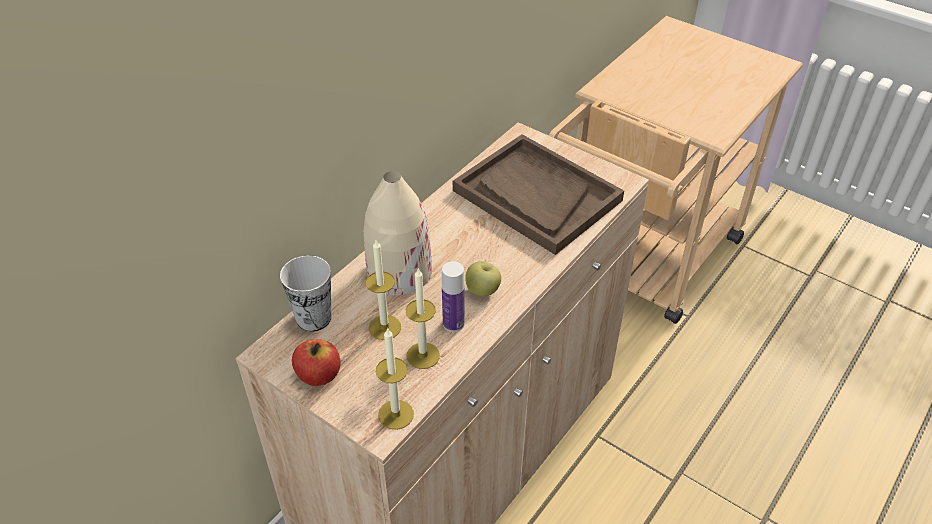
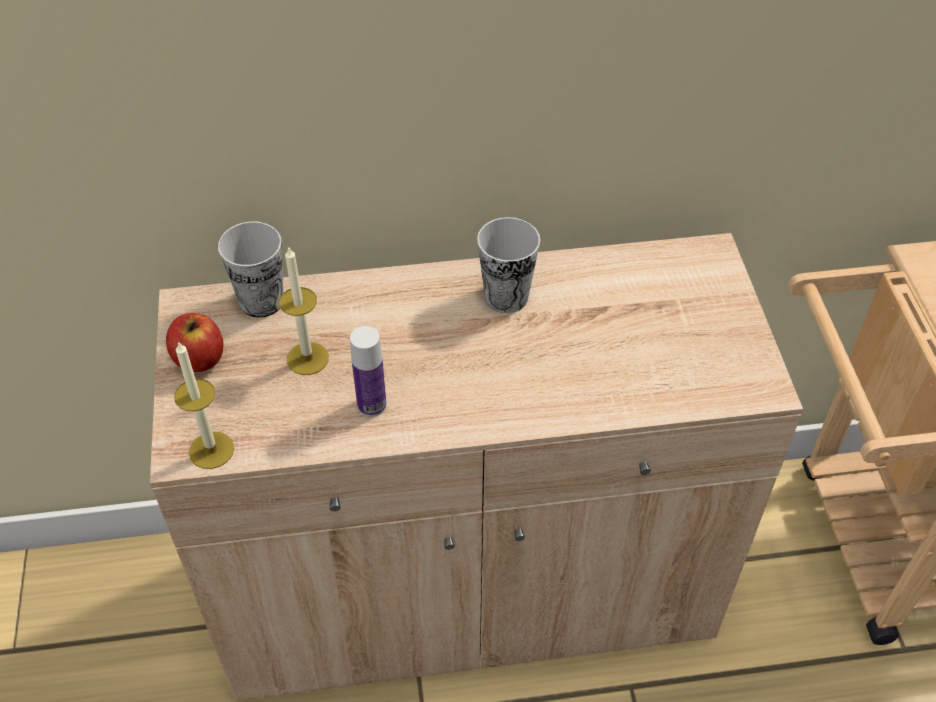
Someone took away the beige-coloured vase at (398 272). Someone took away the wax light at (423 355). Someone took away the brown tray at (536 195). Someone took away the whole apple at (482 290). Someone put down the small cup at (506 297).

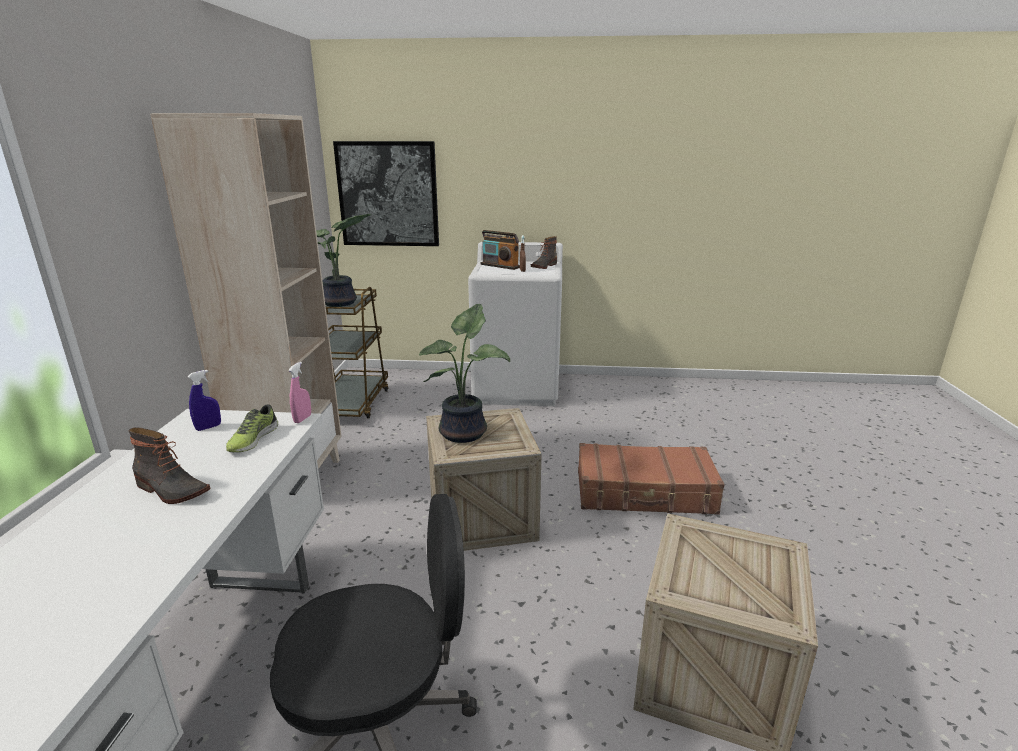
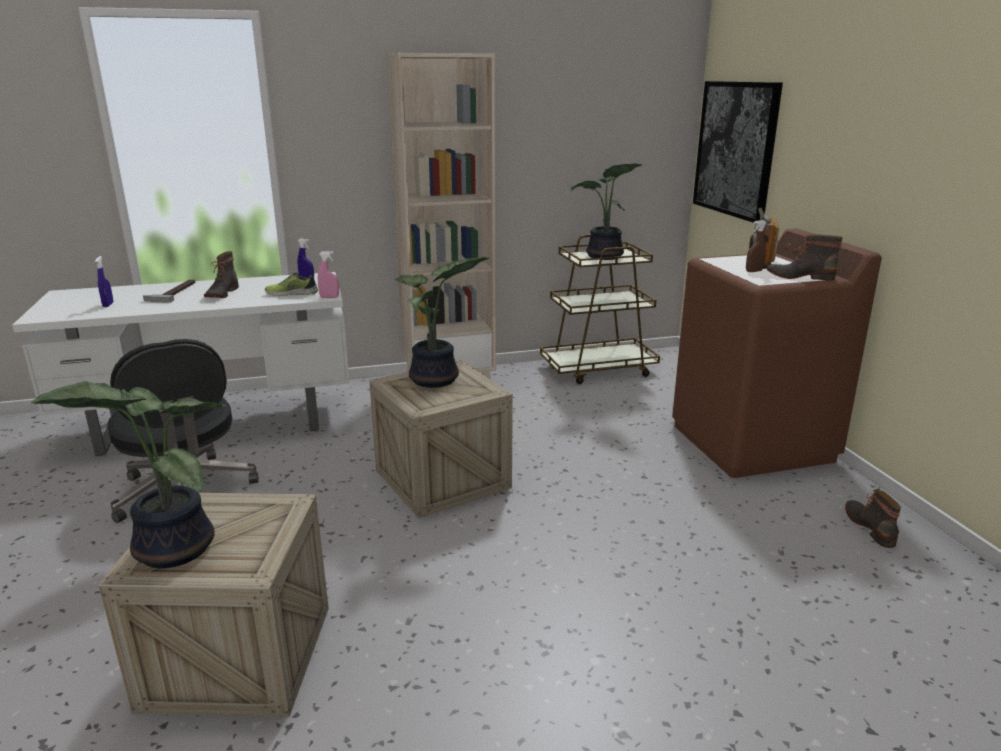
Someone repainted the white laundry machine at (517 388), which became the brown laundry machine at (752 443). Someone took away the brown travel case at (645 493). Someone put down the houseplant at (169 549). Someone put down the bluish sprayer at (108 305). Someone put down the hand hammer at (173 292). Someone put down the boot at (871 527).

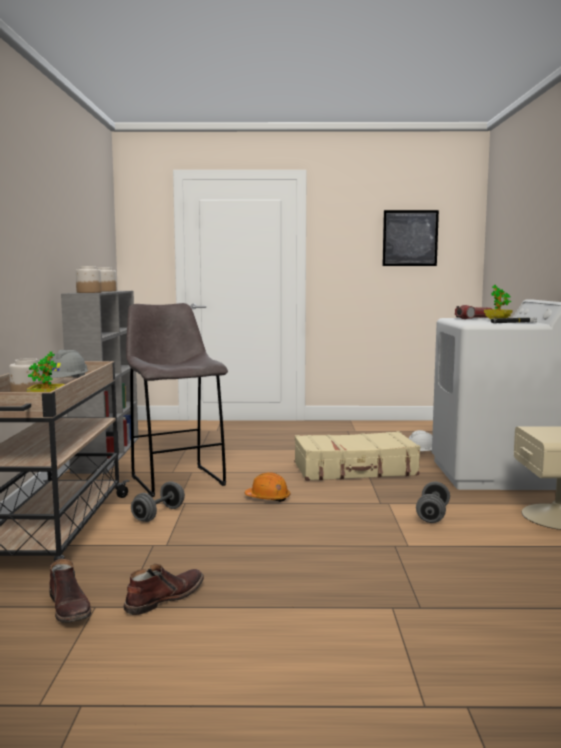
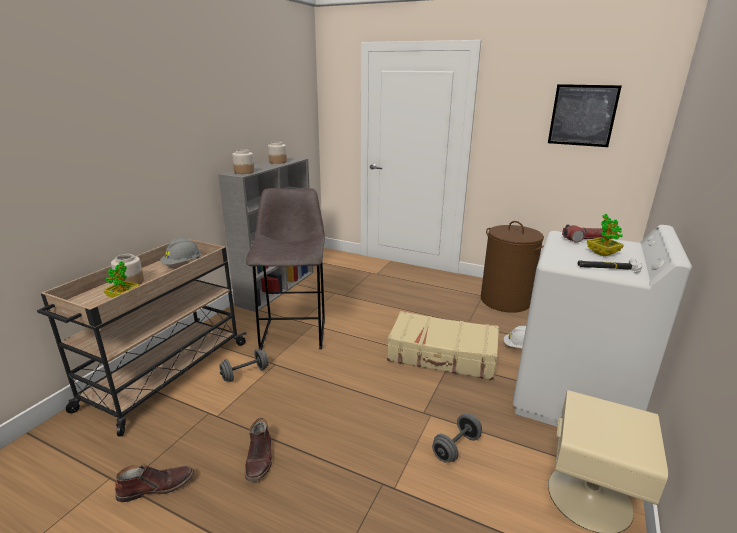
Someone carried the brown boot from (70 608) to (260 458). Someone took away the orangey hard hat at (268 498). Someone put down the brown hamper at (505 301).

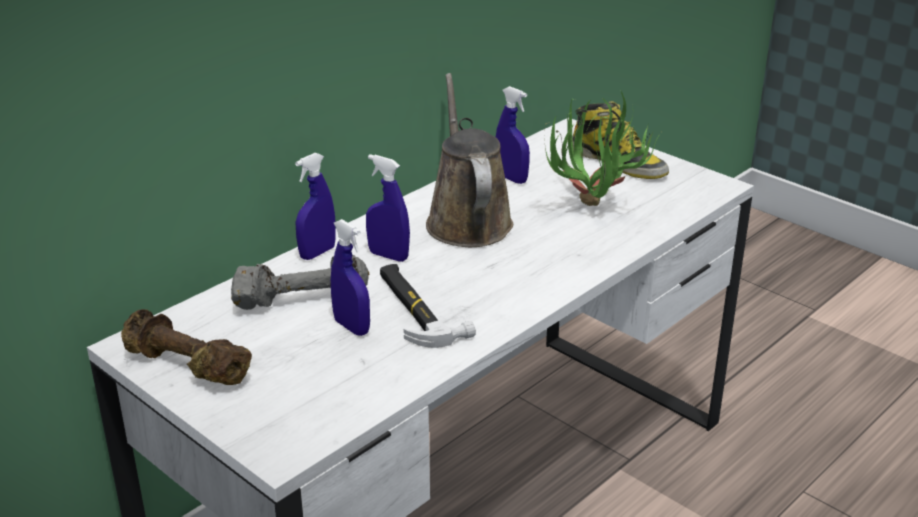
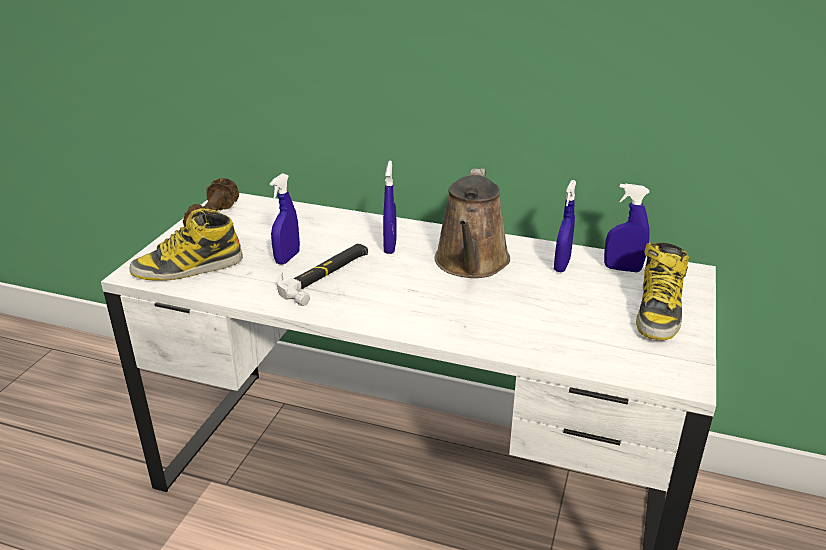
Someone took away the gray dumbbell at (301 299). Someone carried the bluish sprayer from (317 253) to (622 269). Someone rotated the brown watering can at (467 220) by 135 degrees clockwise. Someone took away the houseplant at (593 212). Someone put down the boot at (188 268).

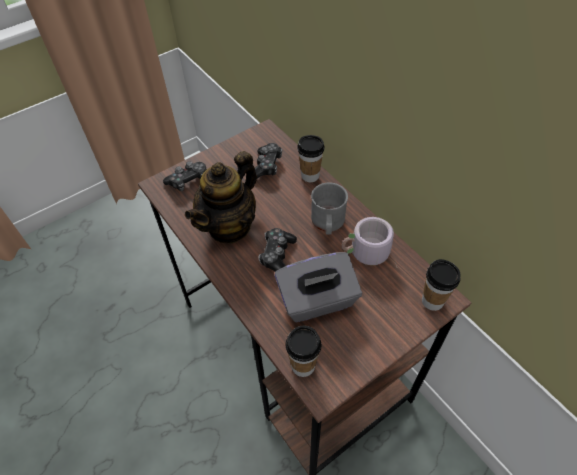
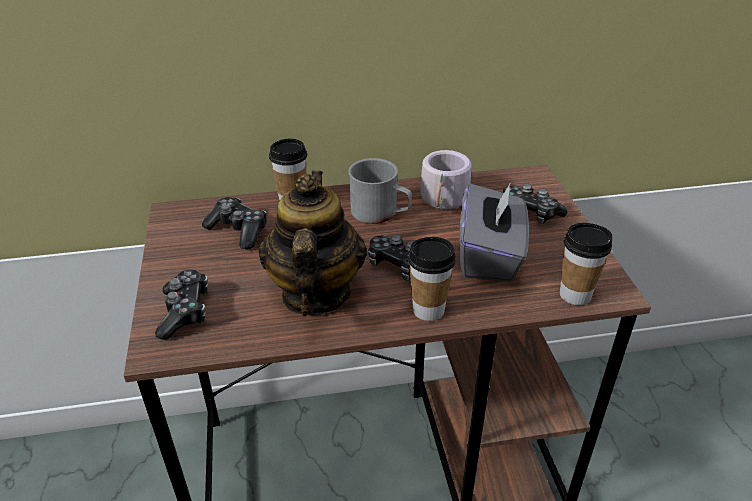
Someone rotated the tea pot at (229 226) by 150 degrees counterclockwise. Someone carried the small cup from (432 301) to (428 310). Someone put down the game controller at (529 213).

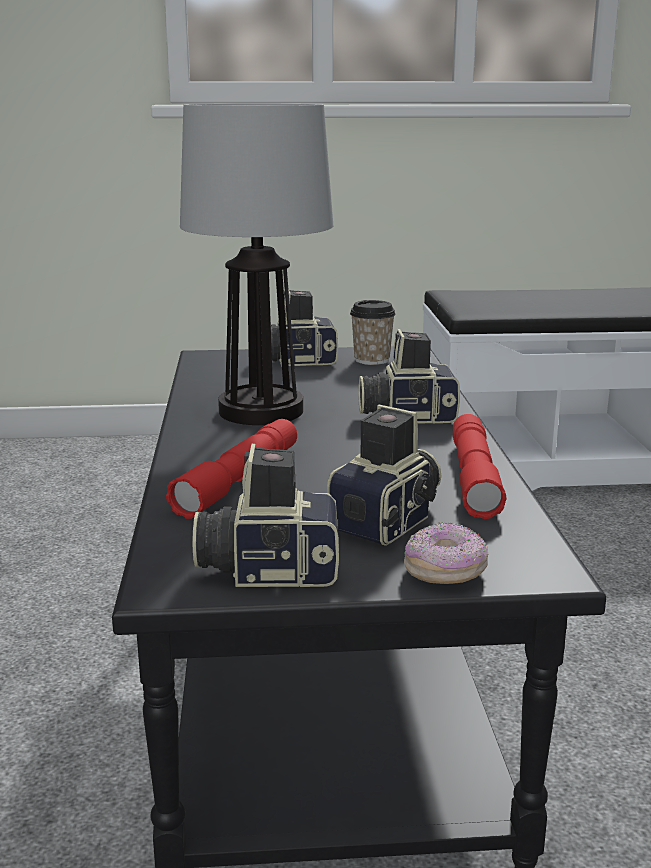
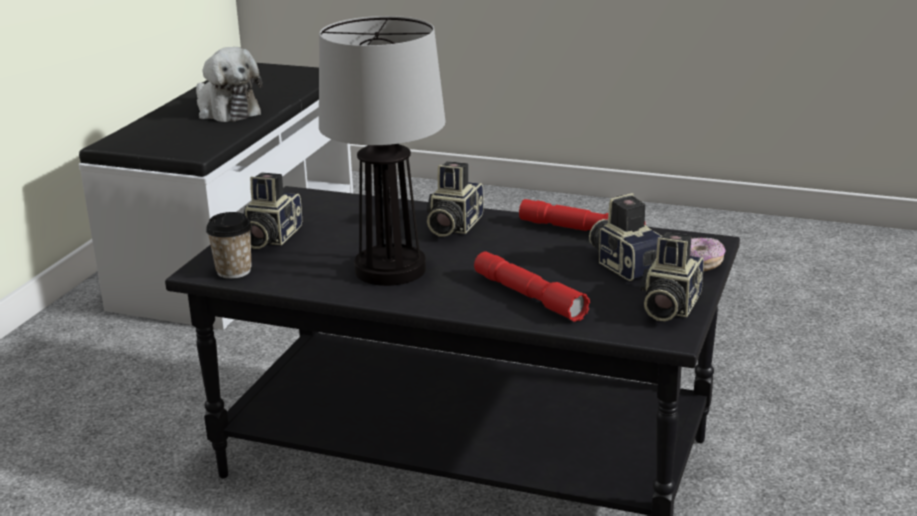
Someone carried the small cup from (371 360) to (234 271). Someone put down the soft toy at (226 110).

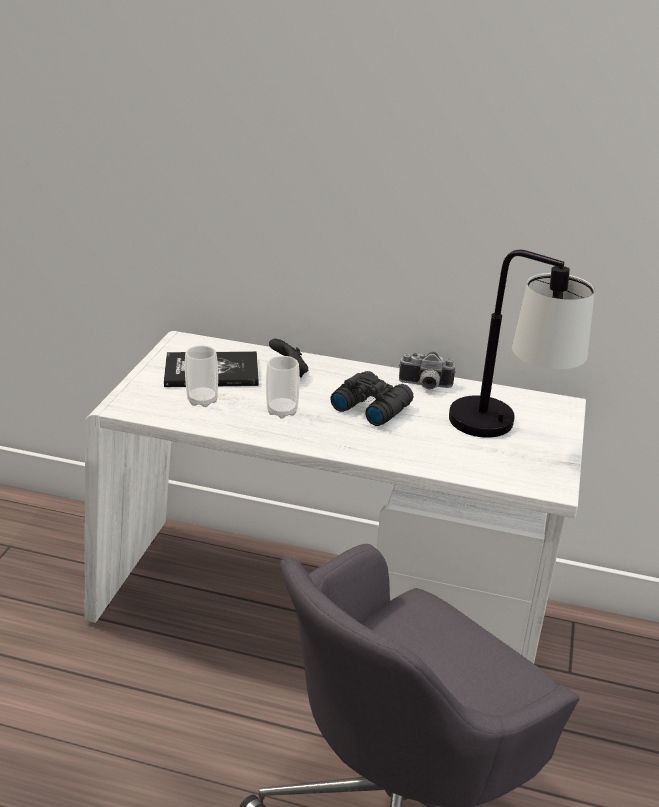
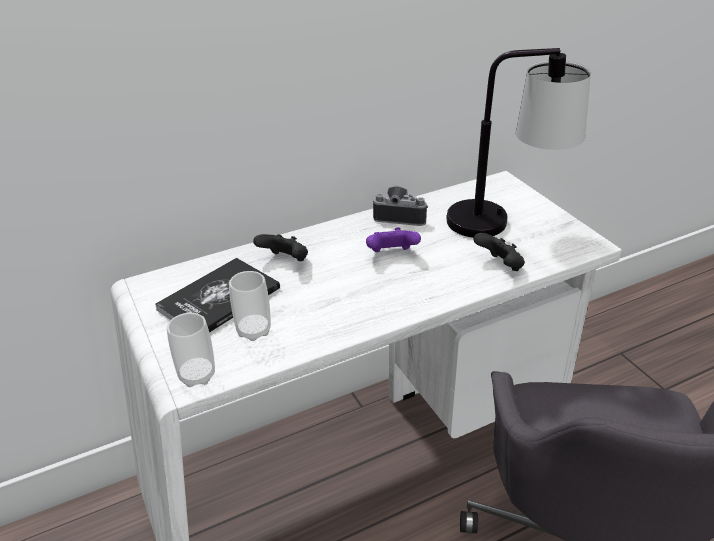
Someone carried the small cup from (282 411) to (197 375). Someone swapped the black-coloured pair of binoculars at (371 406) for the purplish game controller at (391 254). Someone rotated the still camera at (425 386) by 135 degrees counterclockwise. Someone put down the black-coloured game controller at (500 266).

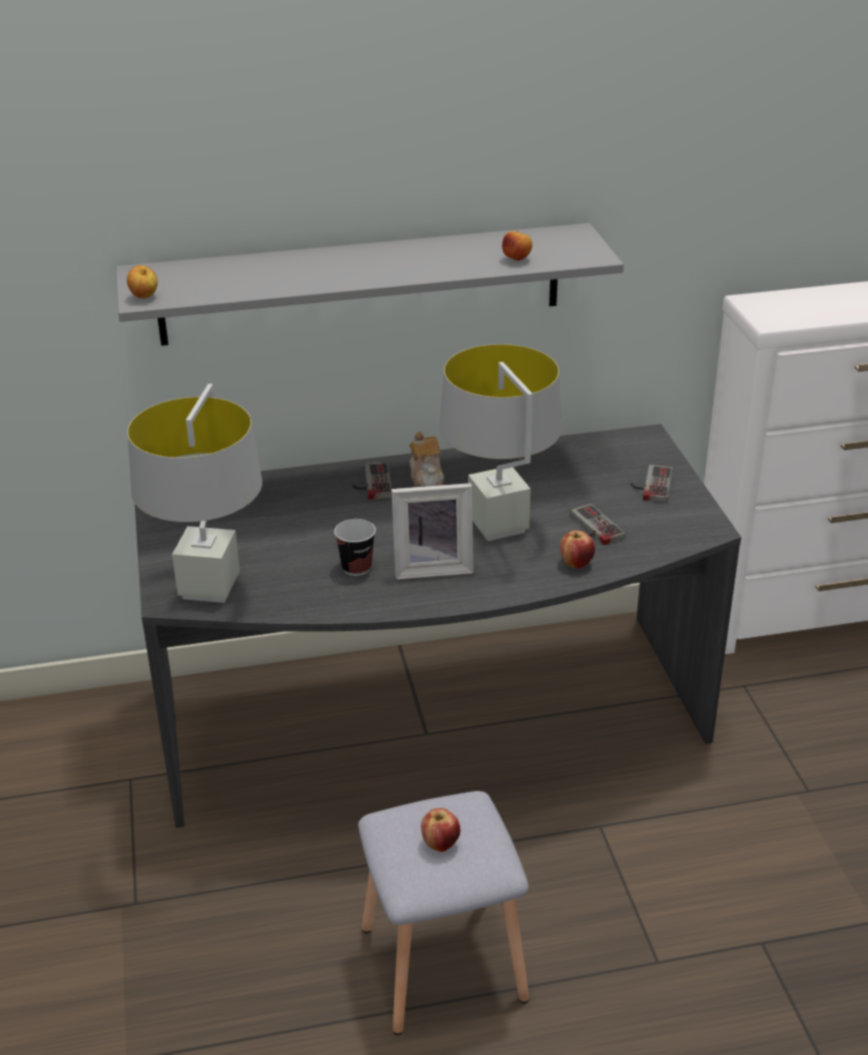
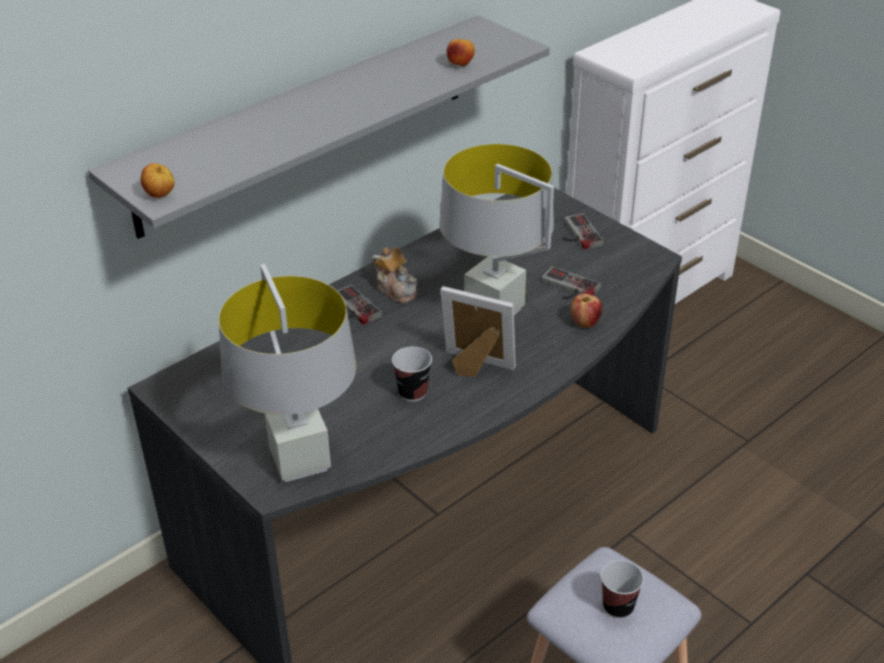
Someone rotated the photo frame at (432 567) by 120 degrees counterclockwise. Someone swapped the whole apple at (440 844) for the small cup at (618 607).

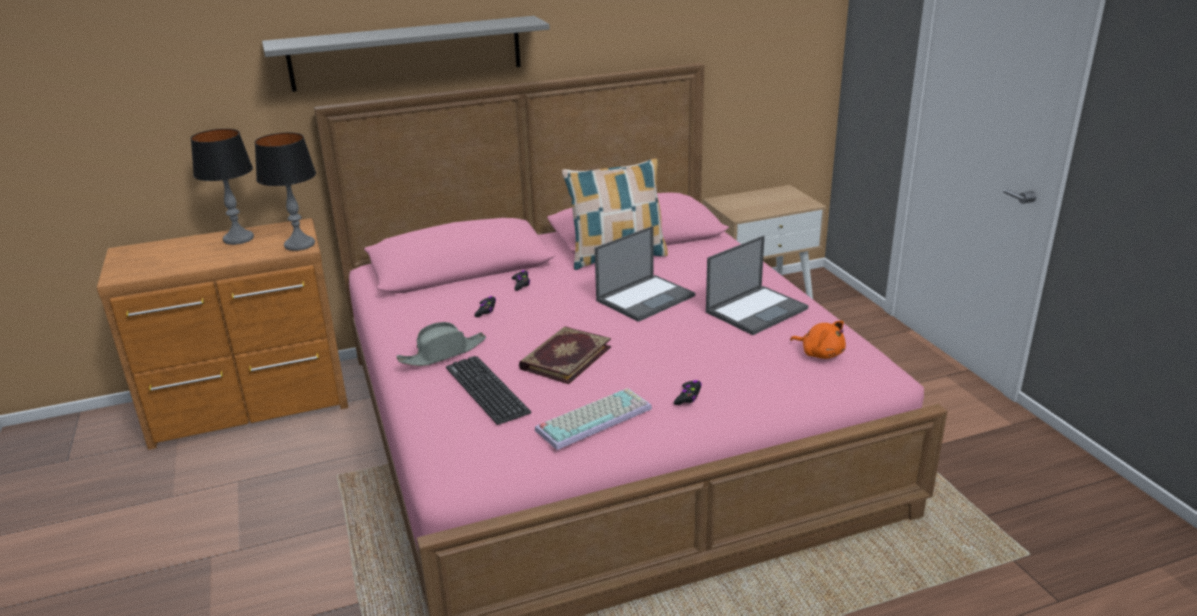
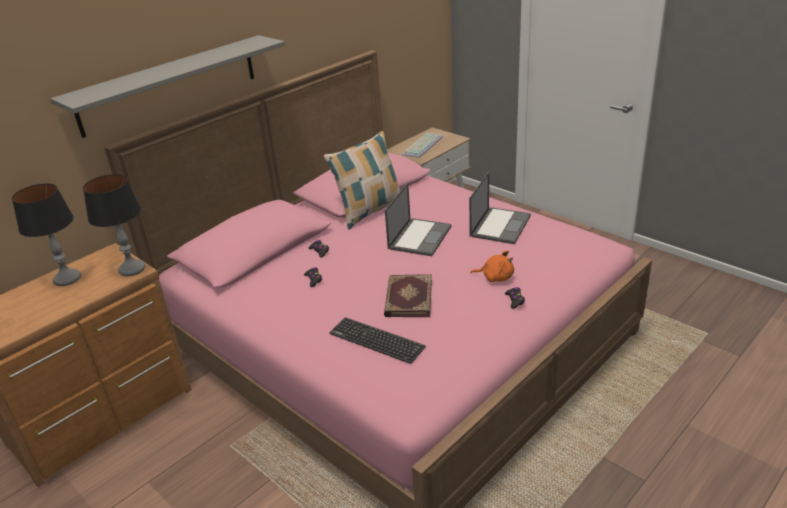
Someone took away the gray wearable hat at (443 353). Someone carried the computer keyboard from (594 418) to (422 145). Someone carried the orangey soft toy from (820 353) to (495 277).

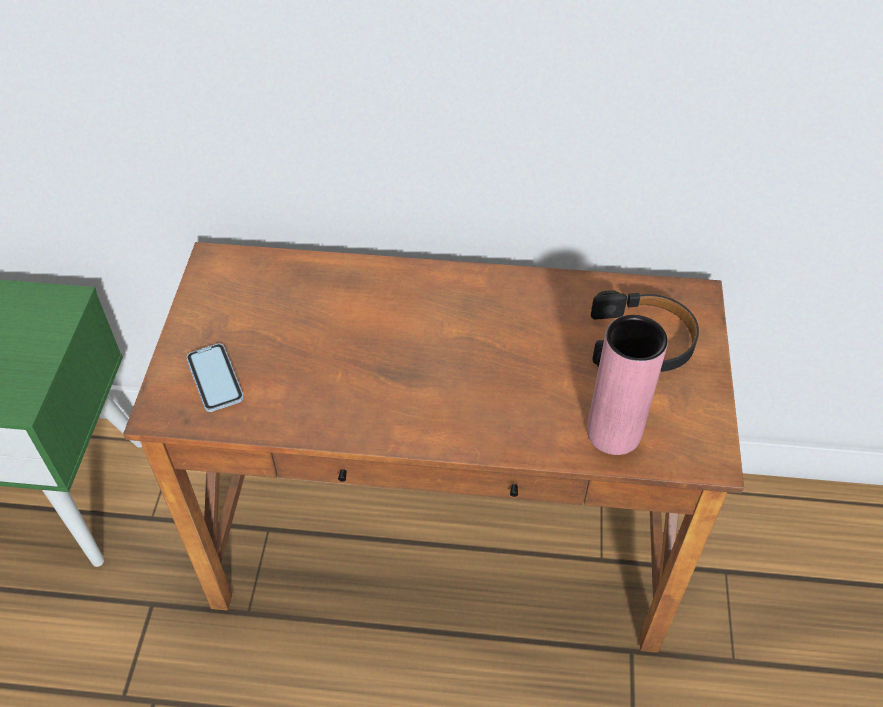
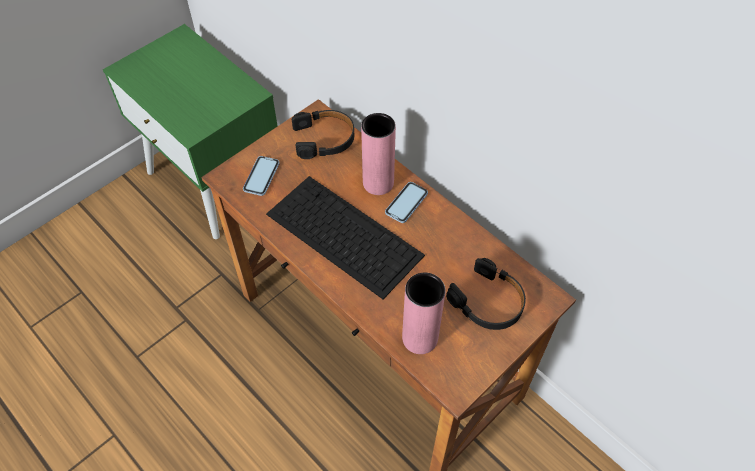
Someone put down the computer keyboard at (342 234). Someone put down the black-coloured headset at (324 139). Someone put down the pinkish vase at (378 183). Someone put down the telephone at (406 203).

